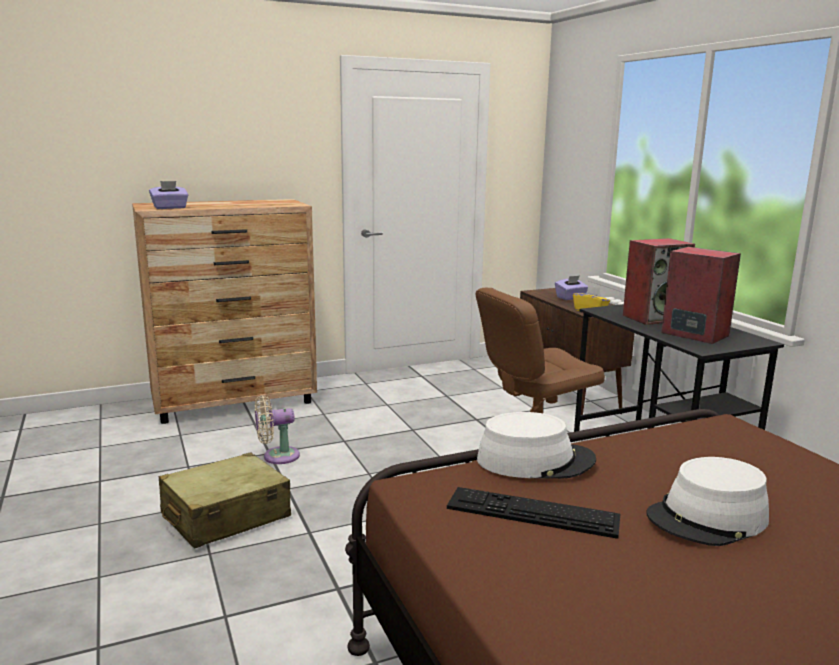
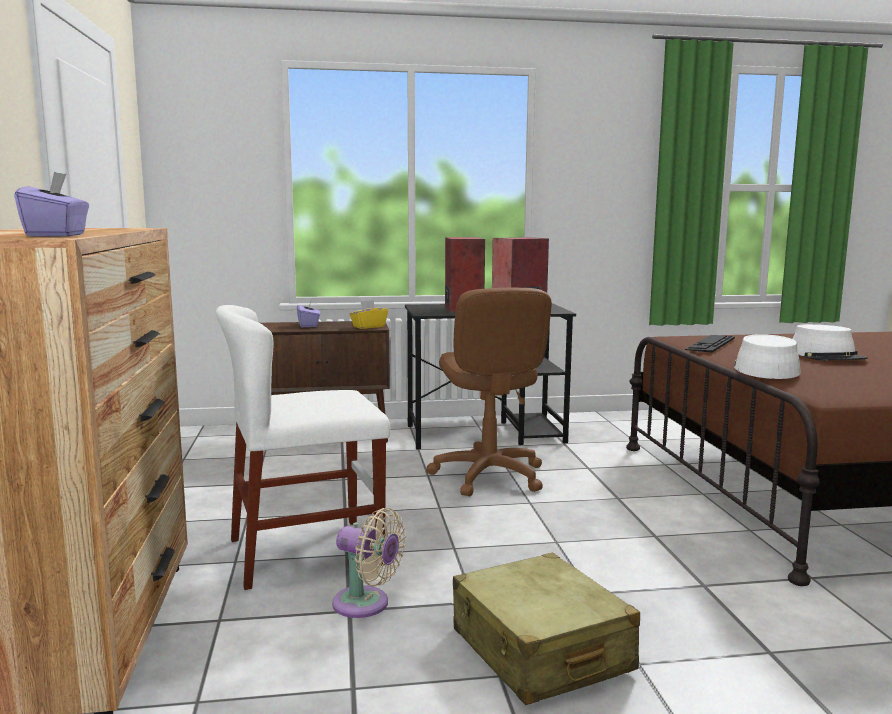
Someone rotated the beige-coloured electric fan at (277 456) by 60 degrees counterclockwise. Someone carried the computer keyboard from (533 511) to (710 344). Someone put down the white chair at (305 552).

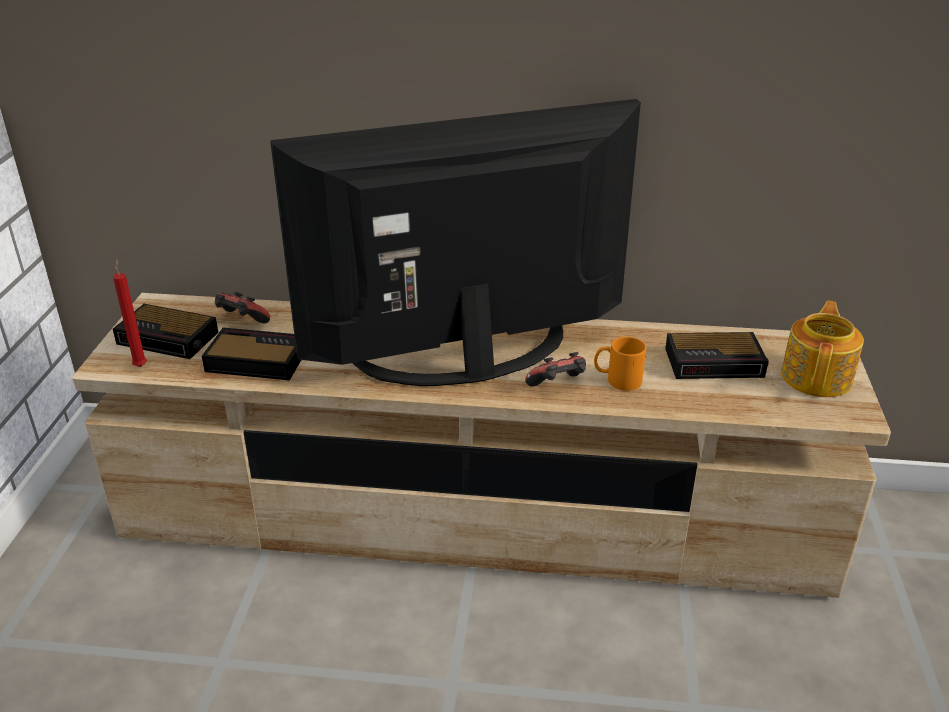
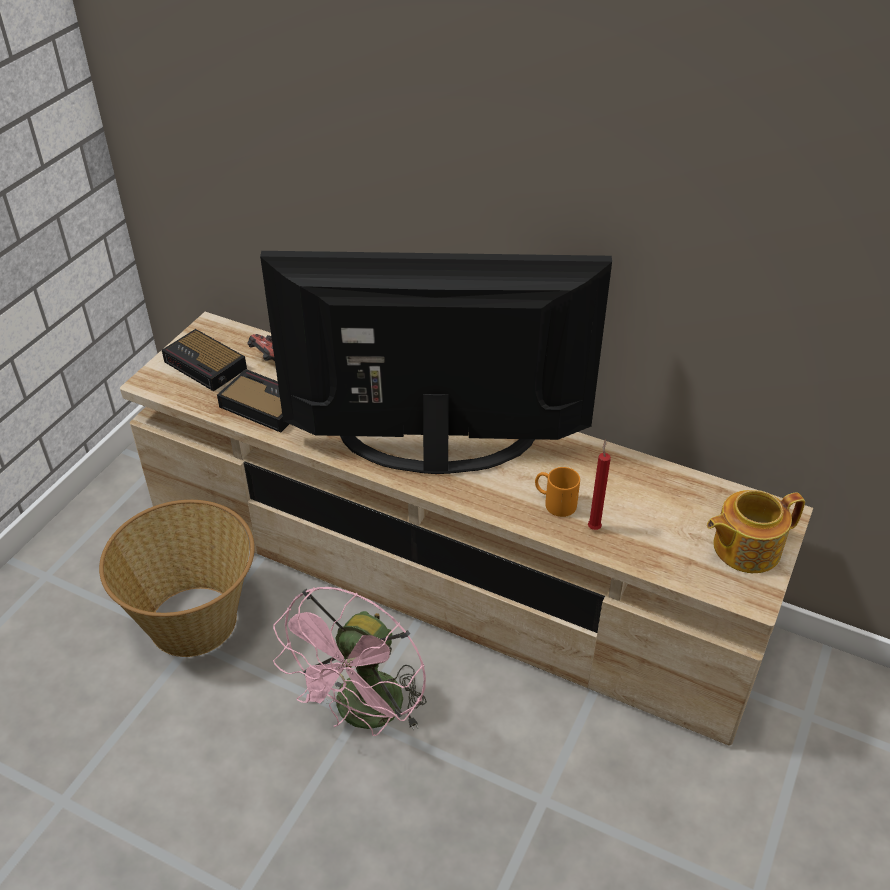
Someone carried the red wax light from (140 365) to (594 527). Someone took away the game controller at (557 386). Someone took away the bedside clock at (716 362). Someone rotated the tea pot at (817 377) by 150 degrees counterclockwise. Someone put down the storage basket at (195 620). Someone put down the pinkish electric fan at (364 715).

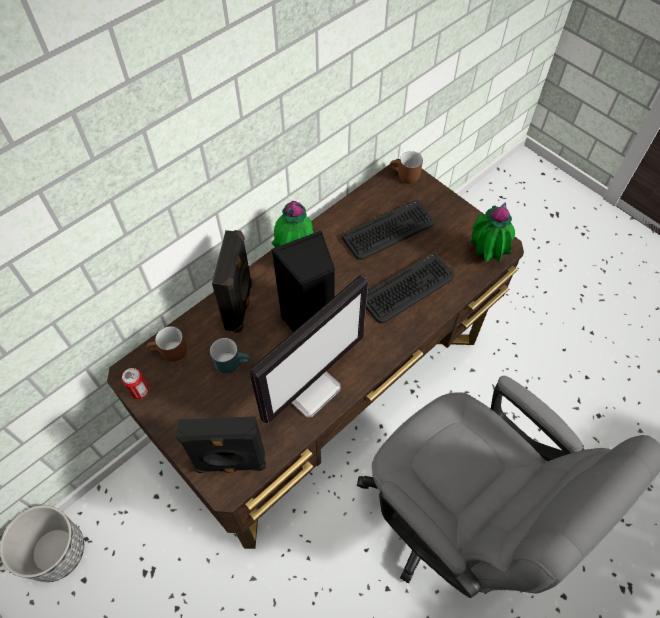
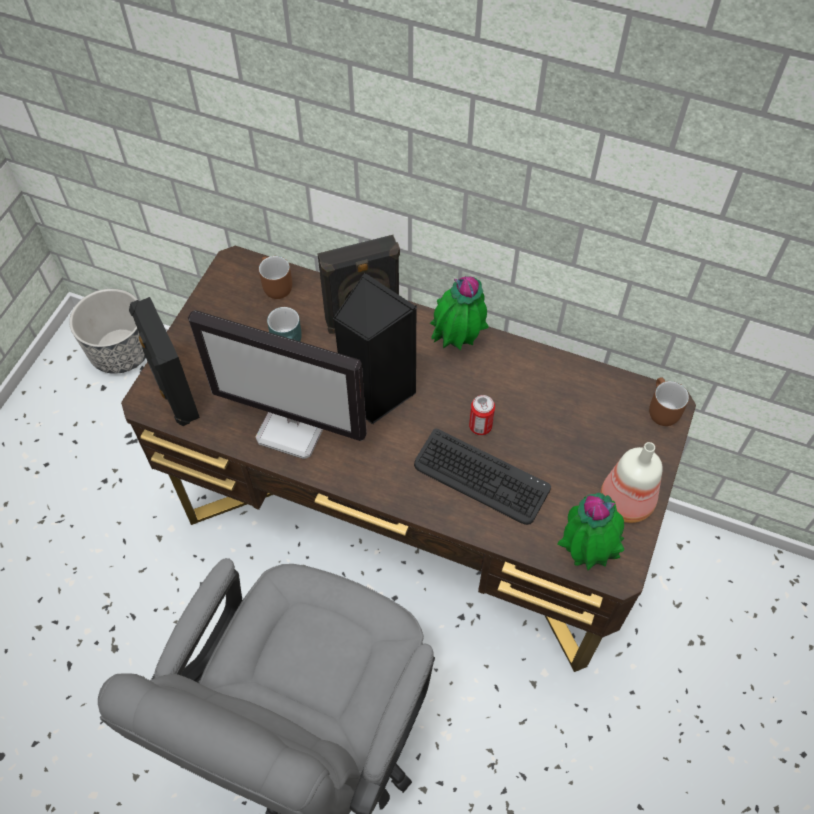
Someone carried the can from (140 391) to (480 426). Someone took away the computer keyboard at (388 231). Someone put down the beverage bottle at (626 500).

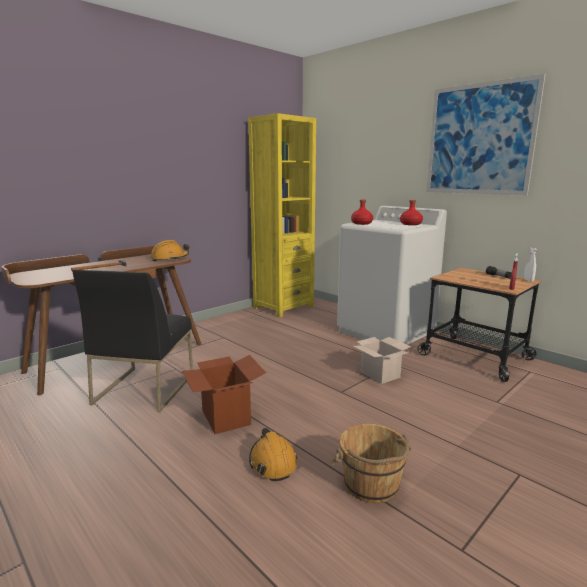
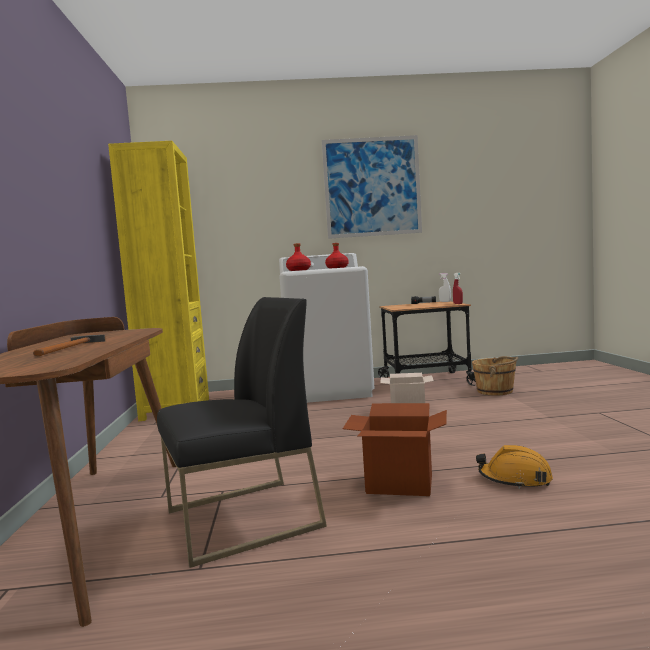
Someone rotated the black-coloured chair at (144 388) by 75 degrees counterclockwise. Someone took away the orangey hard hat at (170 258). Someone carried the brown bucket from (371 484) to (495 391).

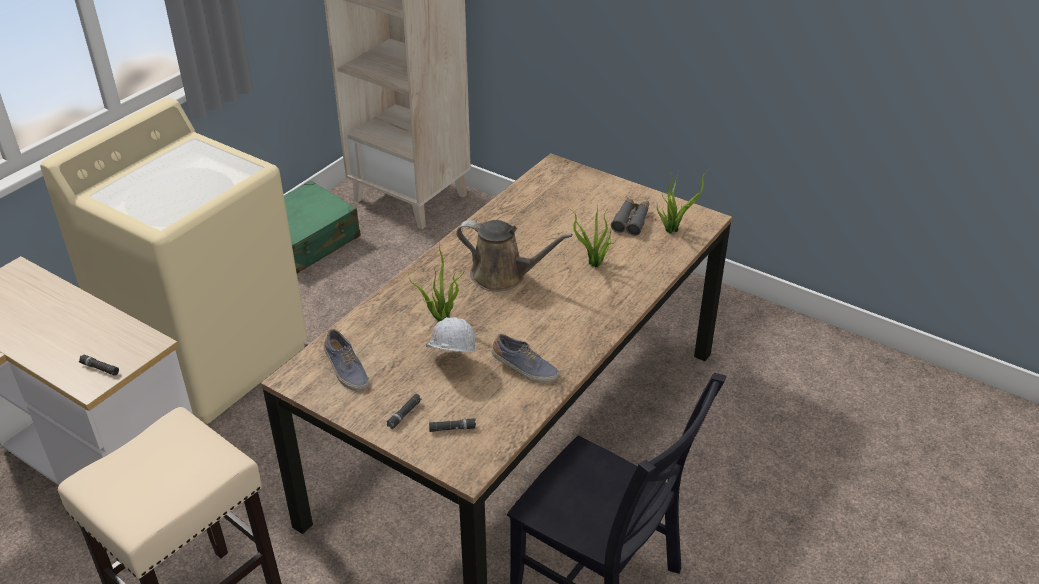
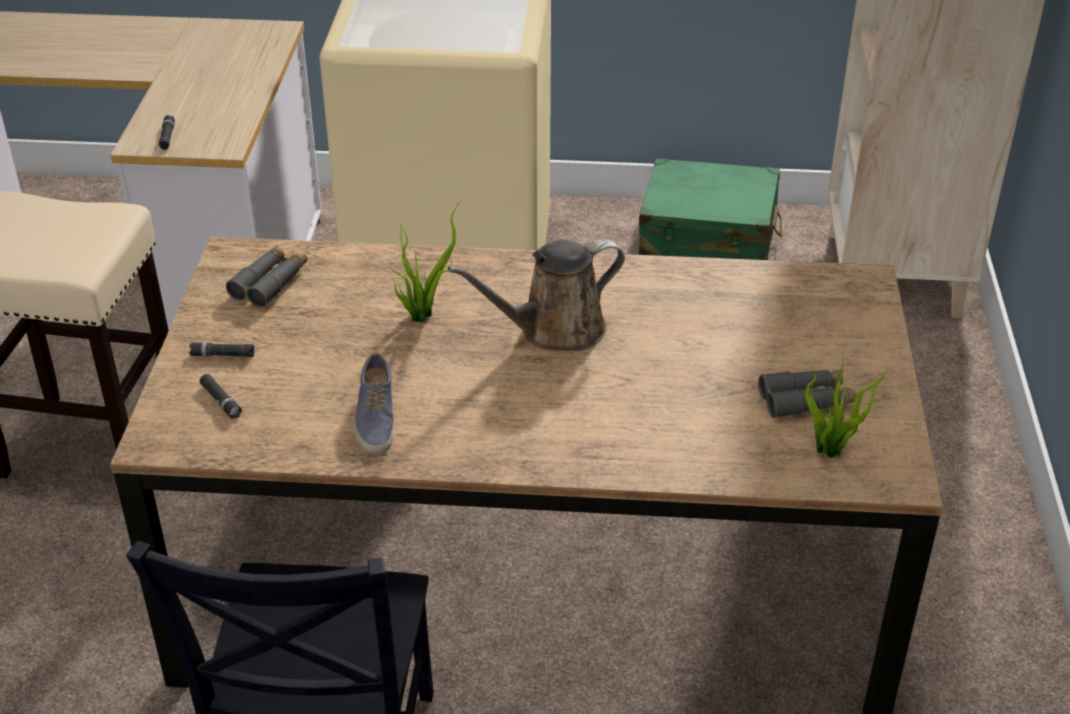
Someone swapped the low shoe at (346 370) for the gray pair of binoculars at (270 283). Someone took away the white hard hat at (451 363). Someone rotated the brown watering can at (503 276) by 75 degrees clockwise. Someone took away the houseplant at (594 264).

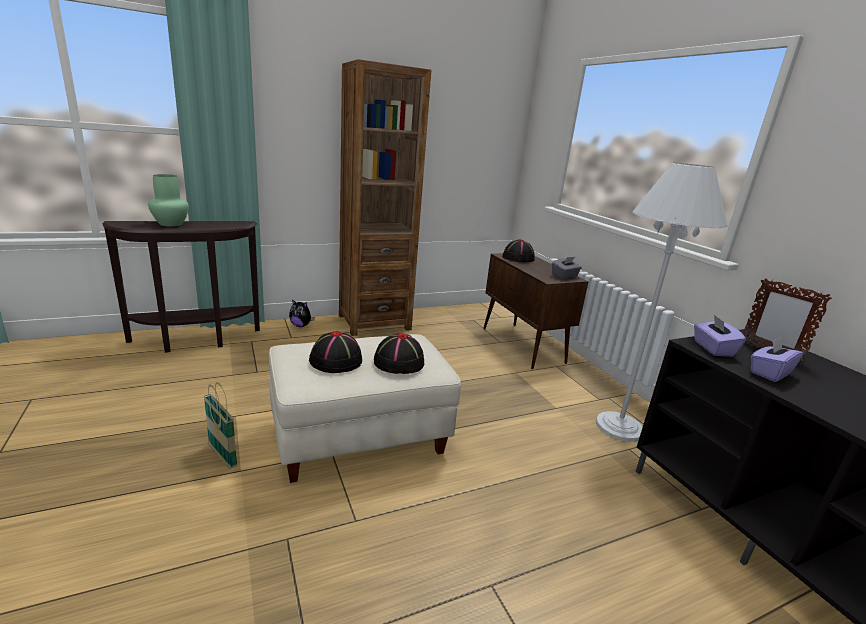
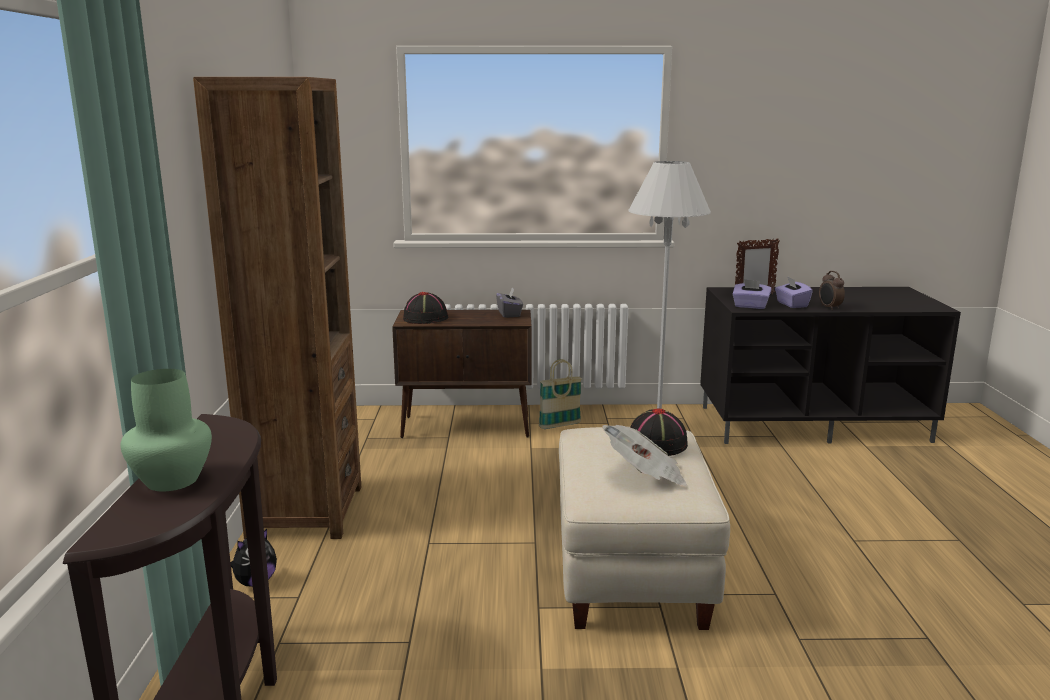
Someone carried the storage basket from (222 455) to (560 425). Someone swapped the black-coloured wearable hat at (336 361) for the daily paper at (645 476). Someone put down the bedside clock at (829 308).

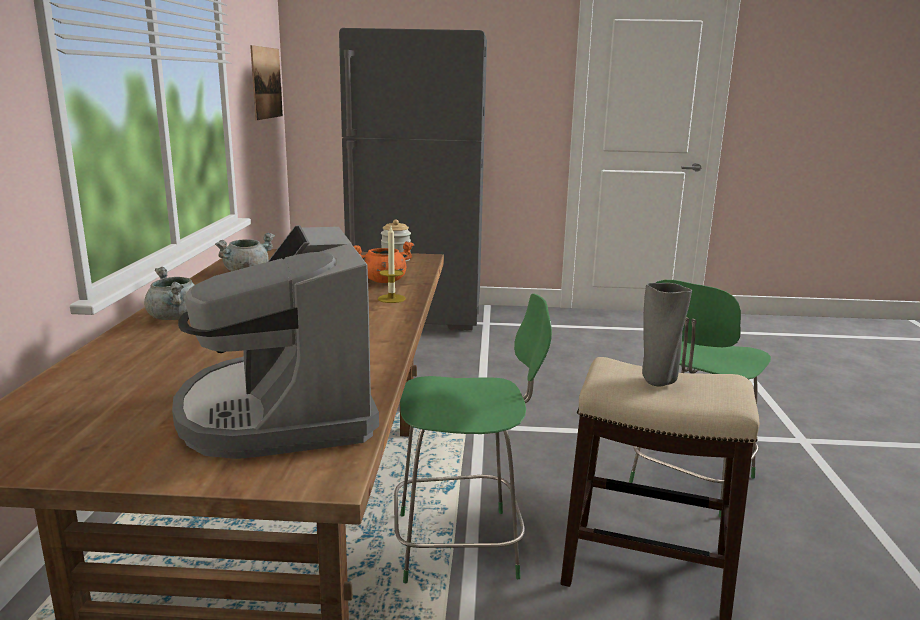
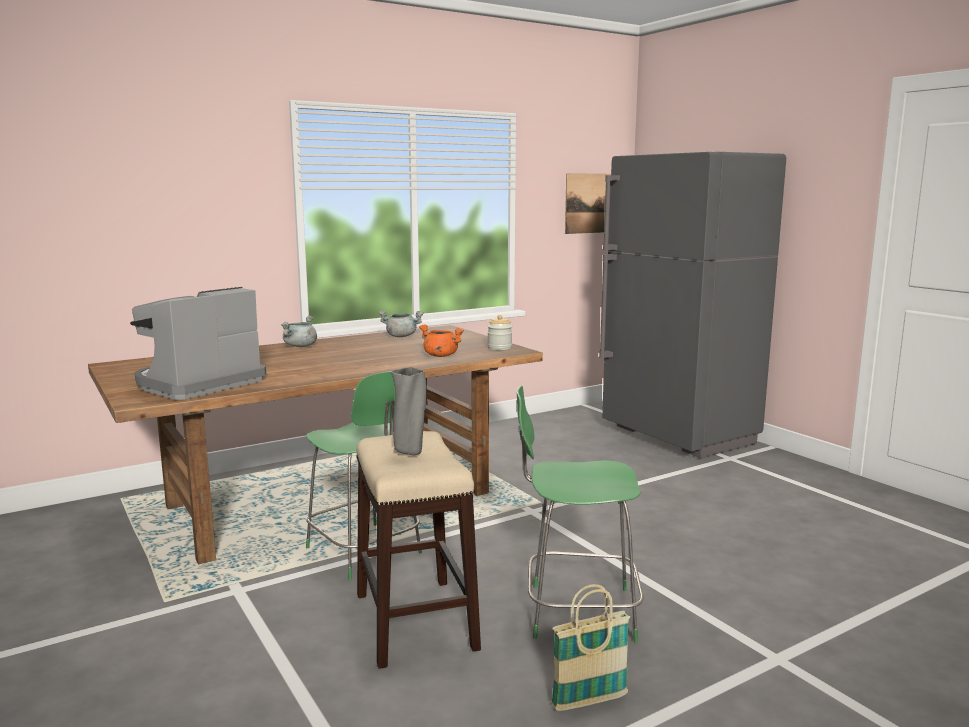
Someone took away the wax light at (391 298). Someone put down the storage basket at (589 701).

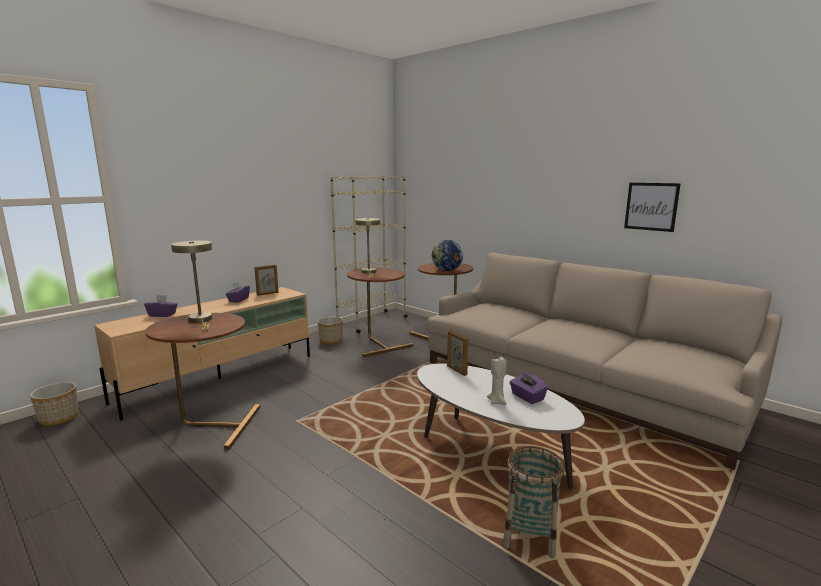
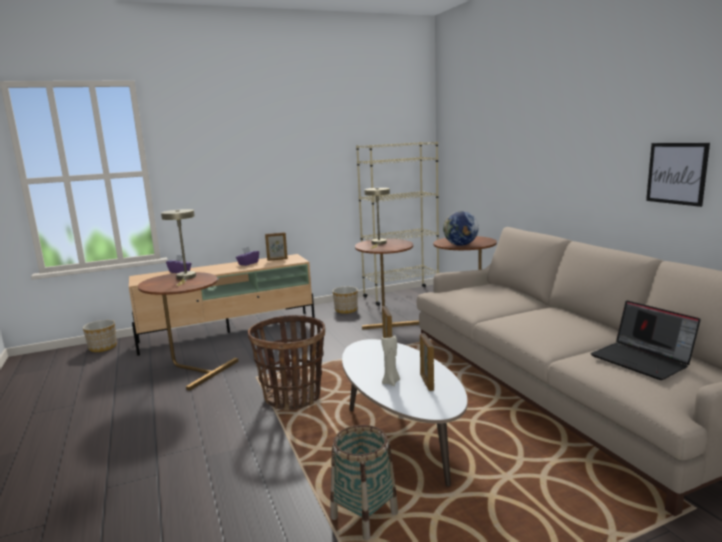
Someone swapped the purplish tissue holder at (527 397) for the photo frame at (426 383). Someone put down the storage basket at (292 397). Someone put down the laptop at (642 360).

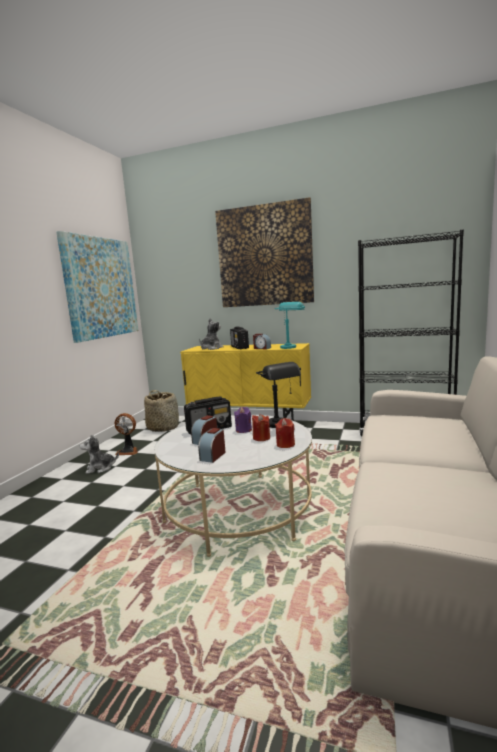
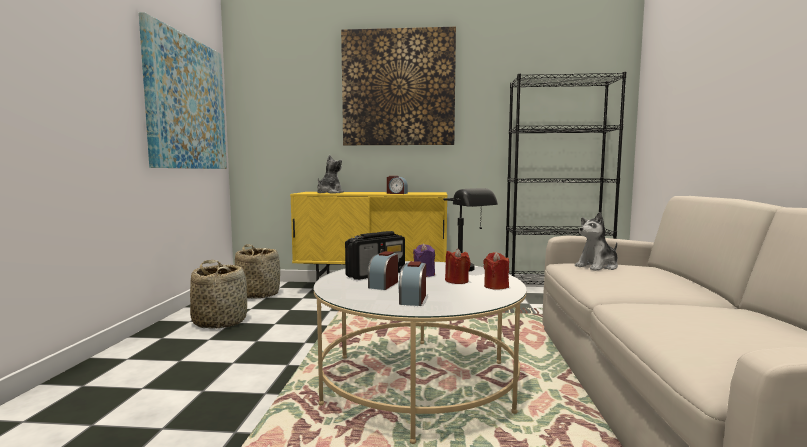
Someone carried the soft toy from (100 468) to (597 266). Someone swapped the electric fan at (128 451) for the storage basket at (220 321). Someone took away the radio at (240 347). Someone took away the blue-green tabletop lamp at (290 346).

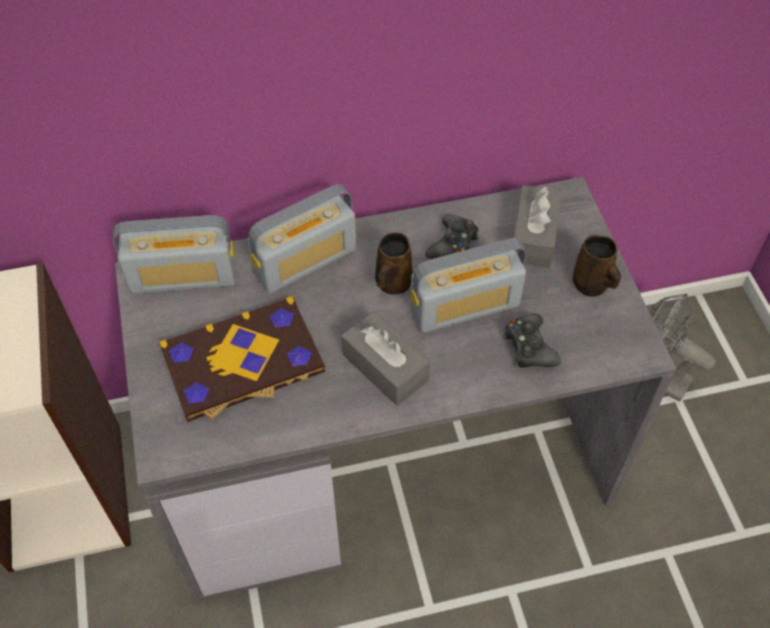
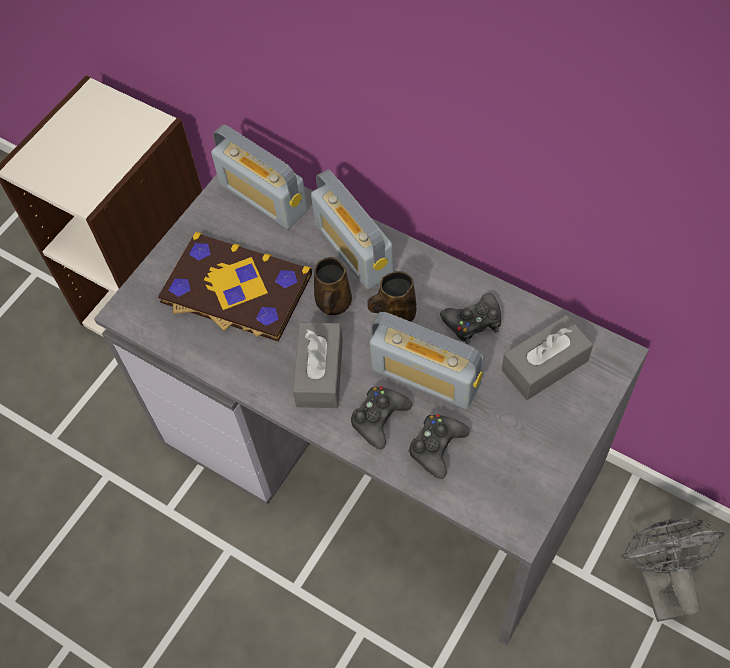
Someone rotated the radio at (305 261) by 45 degrees clockwise. Someone carried the brown tea mug from (591 285) to (333 304). Someone put down the black-coloured game controller at (379 419).

